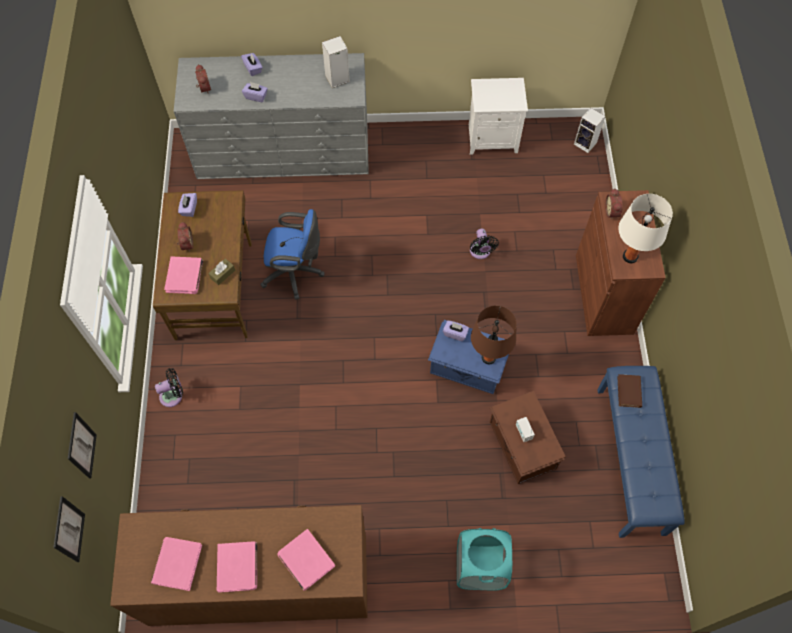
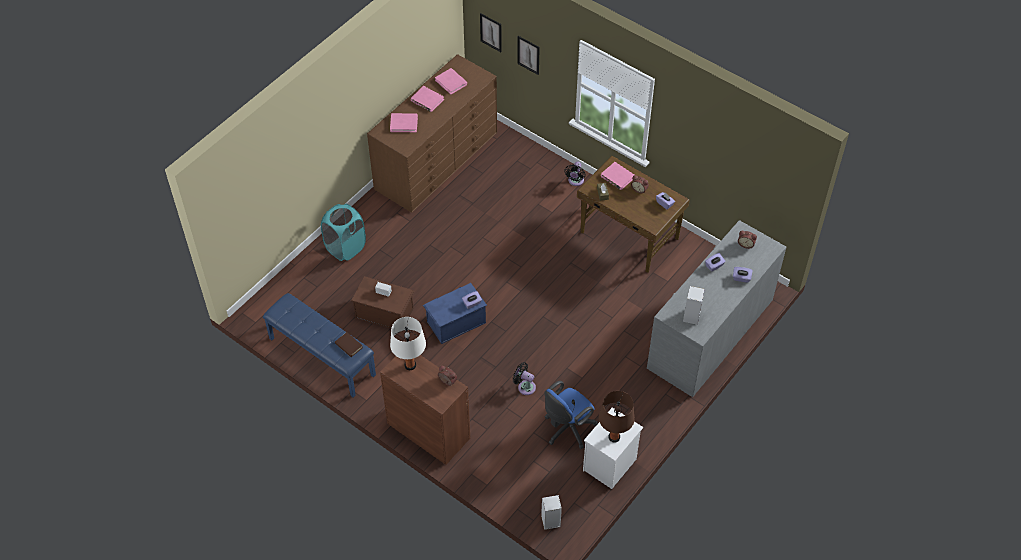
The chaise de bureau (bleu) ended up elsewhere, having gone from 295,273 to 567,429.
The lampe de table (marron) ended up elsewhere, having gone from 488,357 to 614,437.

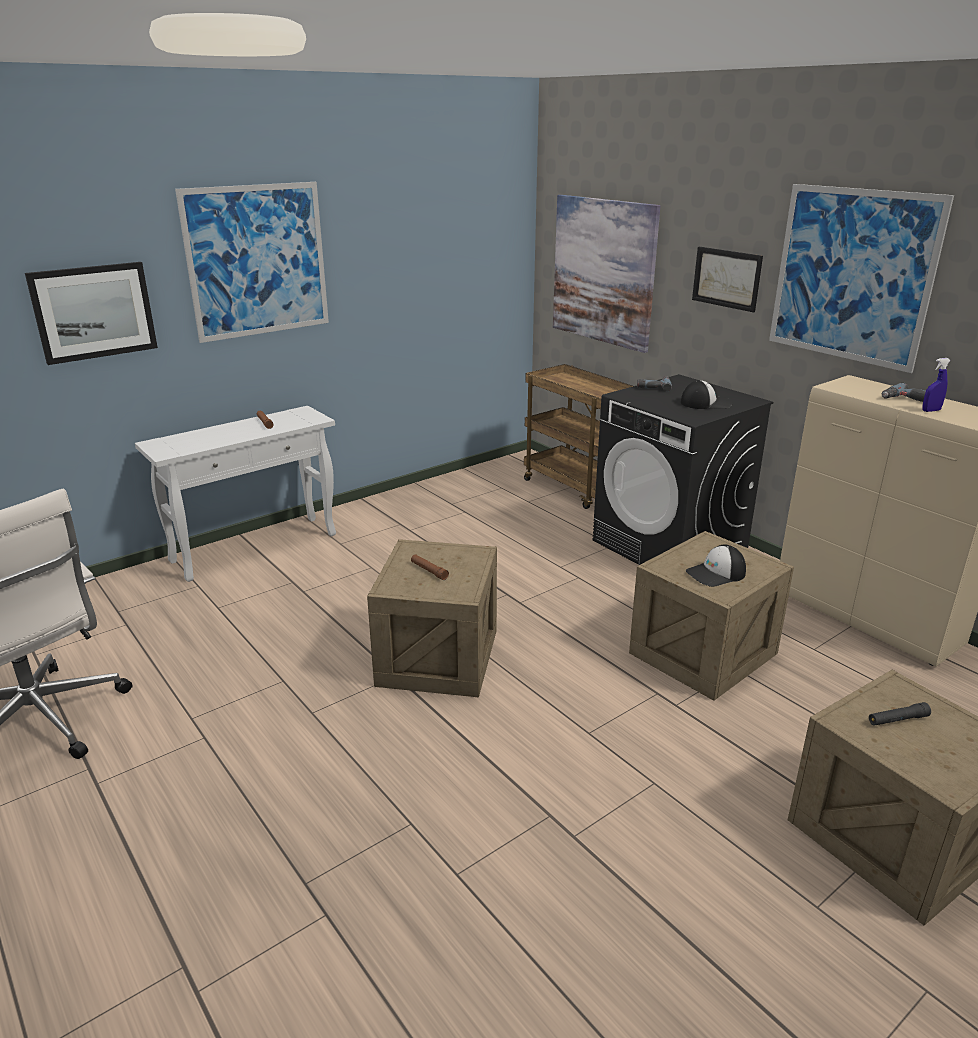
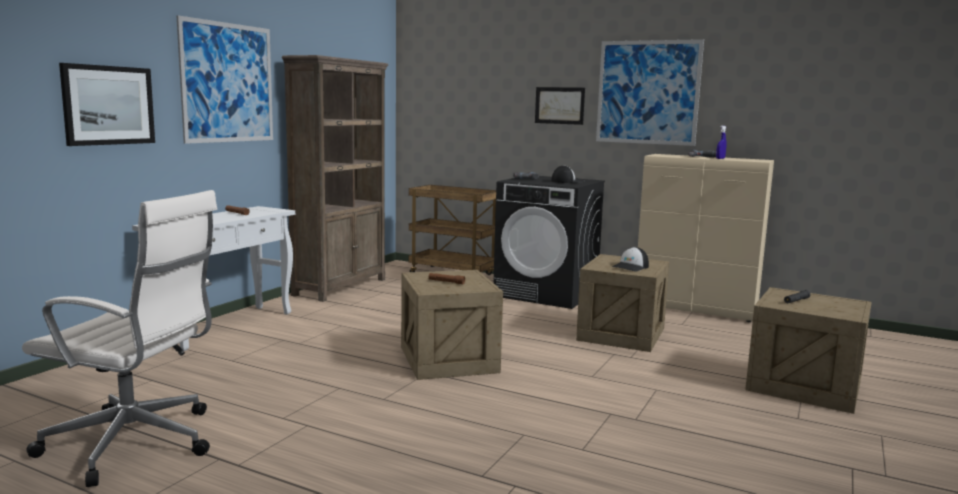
The second view lost the tableau at 603,271.
The second view gained the bibliothèque (marron) at 341,287.

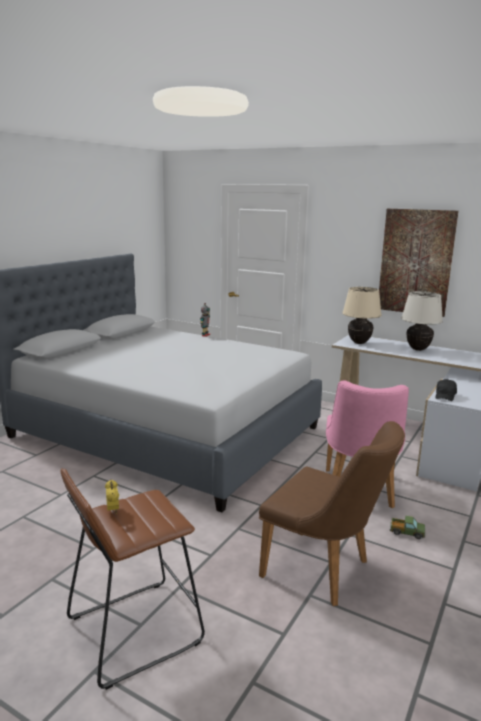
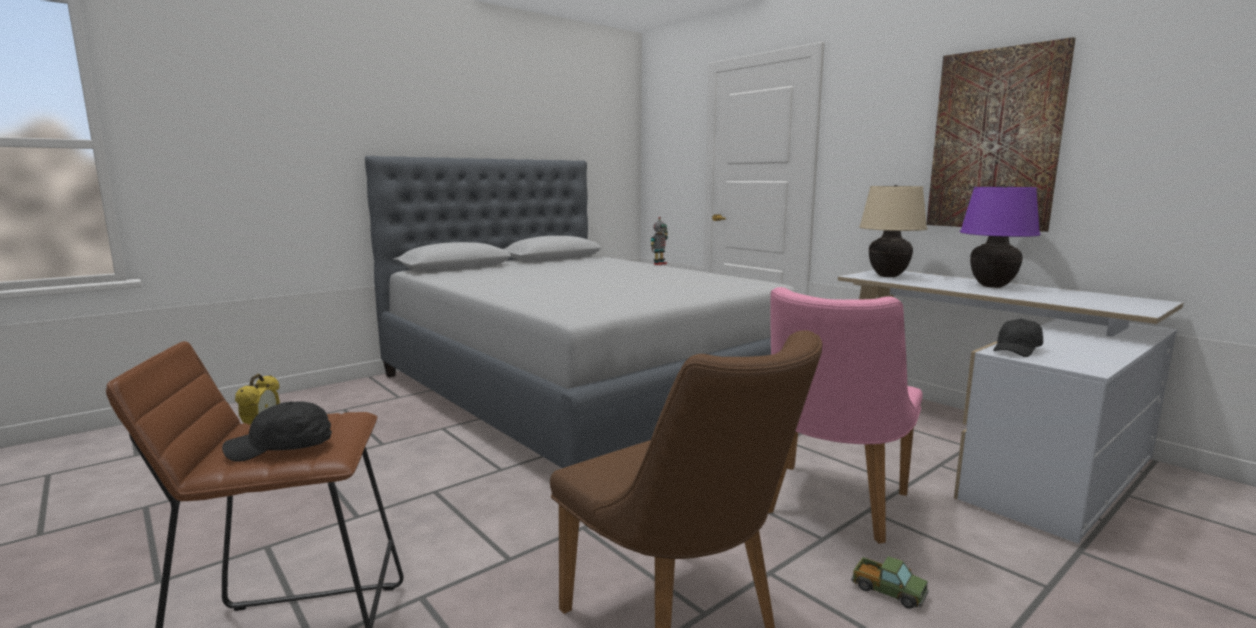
What was the lampe de table (beige) at 418,349 turned into the lampe de table (violet) at 992,286.
The second view gained the casquette (noir) at 281,449.

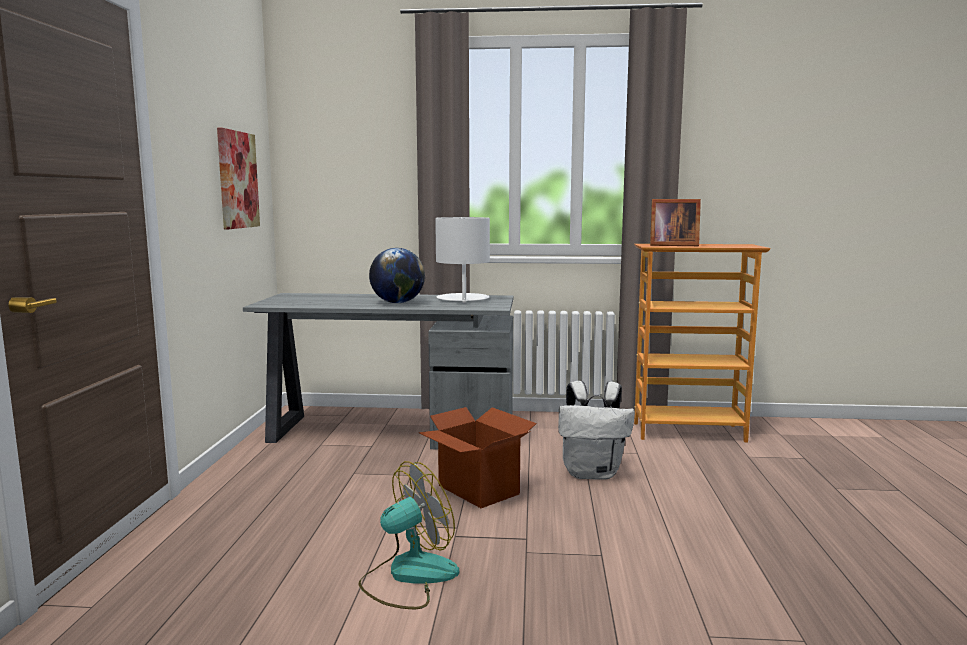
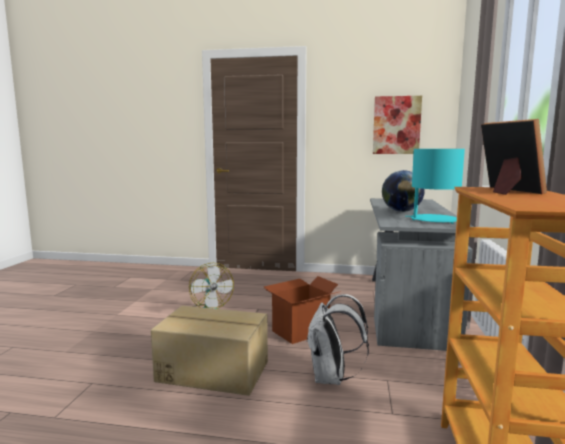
The cadre photo at 671,245 ended up facing another way, 150 degrees clockwise from before.
What was the lampe de table (blanc) at 463,299 turned into the lampe de table (turquoise) at 433,220.
The second view gained the carton at 213,371.

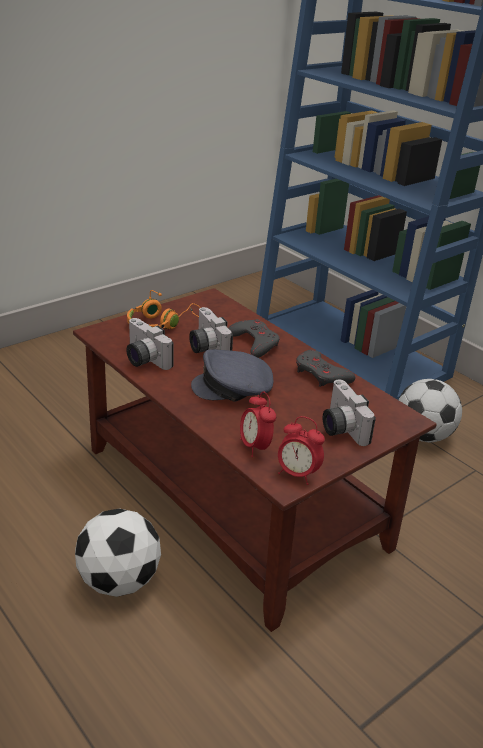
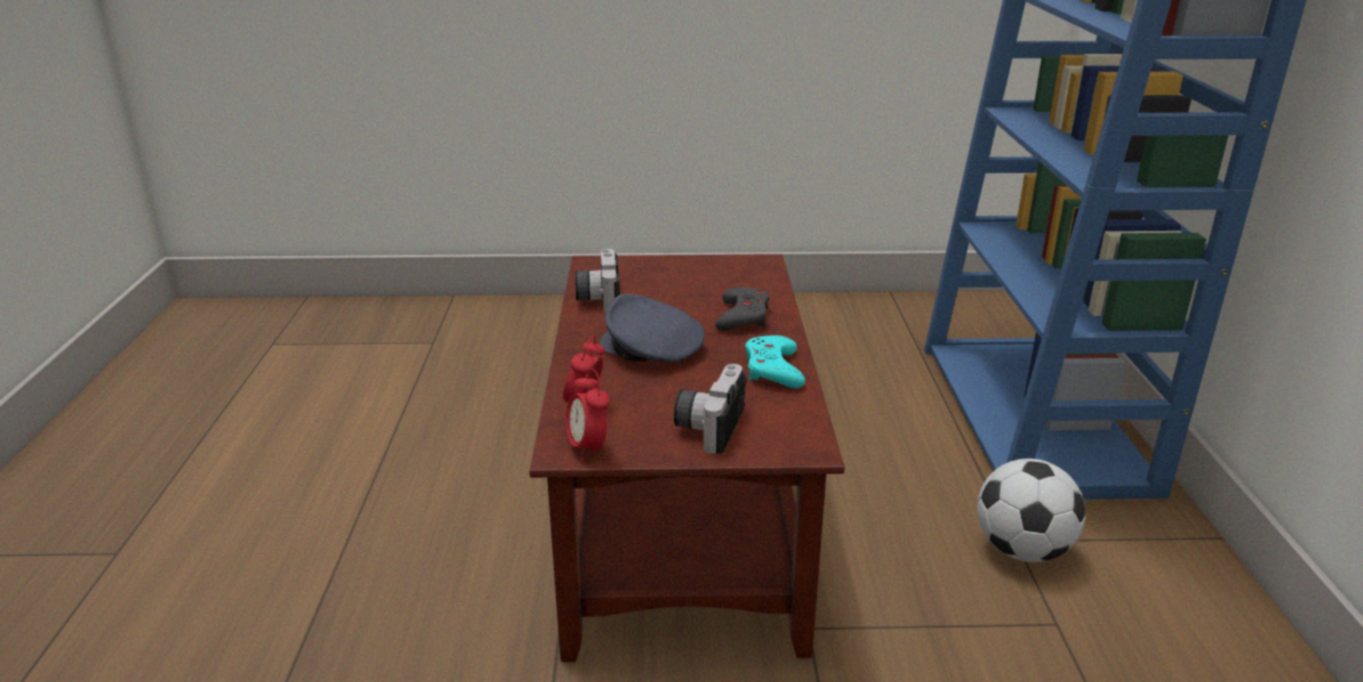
The second view lost the casque audio (orange) at 160,324.
The second view lost the appareil photo at 205,347.
What was the manette (gris) at 321,374 turned into the manette (turquoise) at 773,369.
The second view lost the ballon de foot at 119,581.

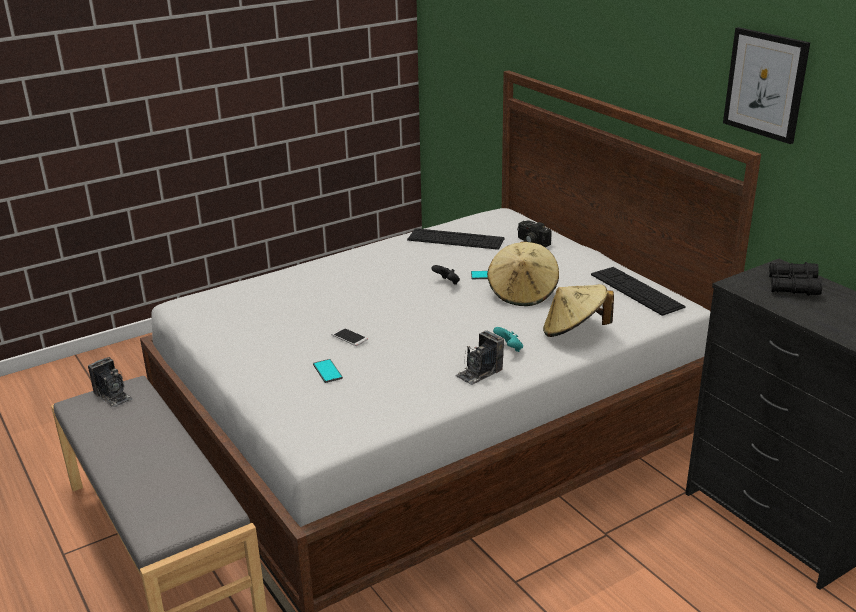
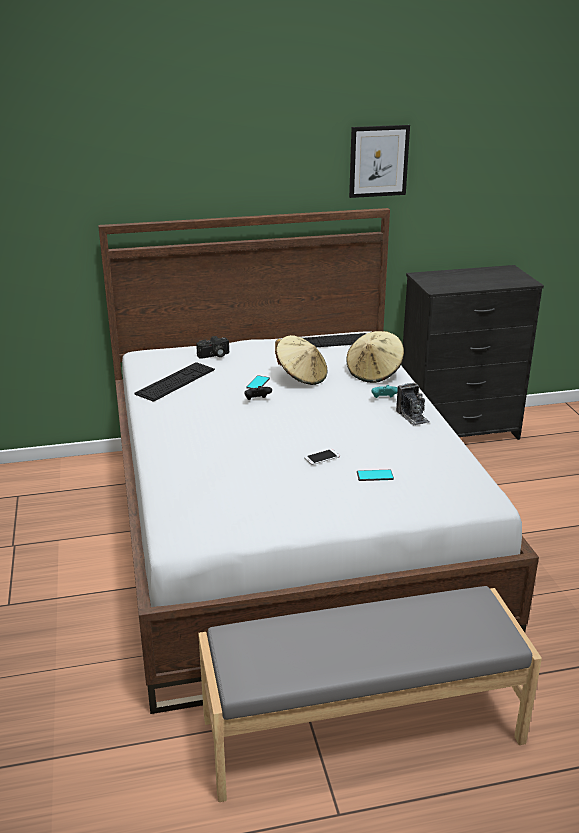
The second view lost the jumelles (noir) at 792,286.
The second view lost the appareil photo at 113,396.

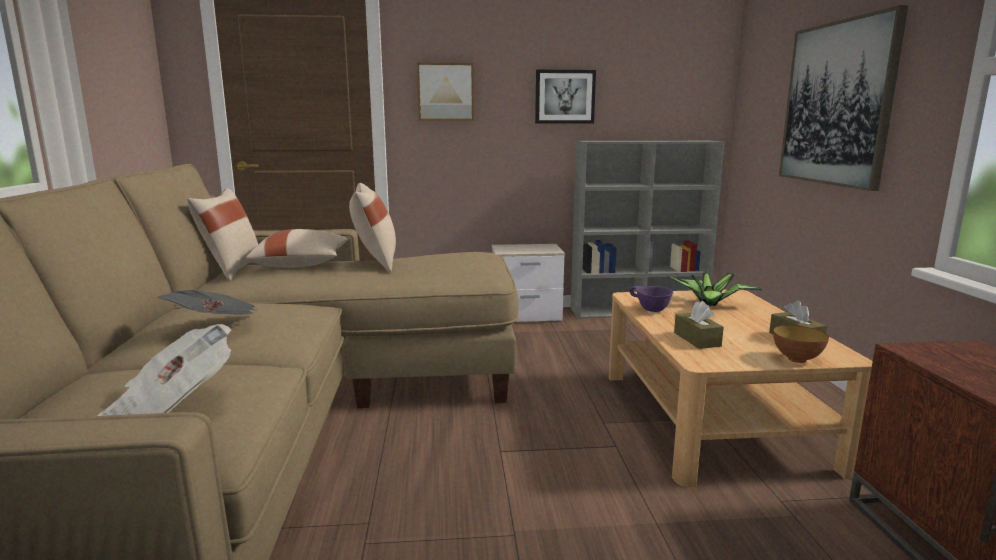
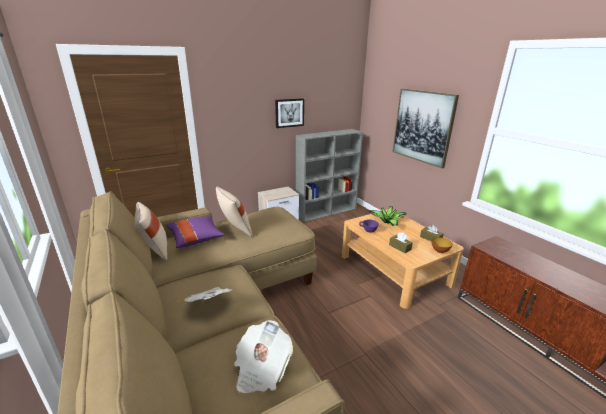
The second view lost the tableau at 445,92.
What was the coussin (beige) at 302,265 turned into the coussin (violet) at 196,239.

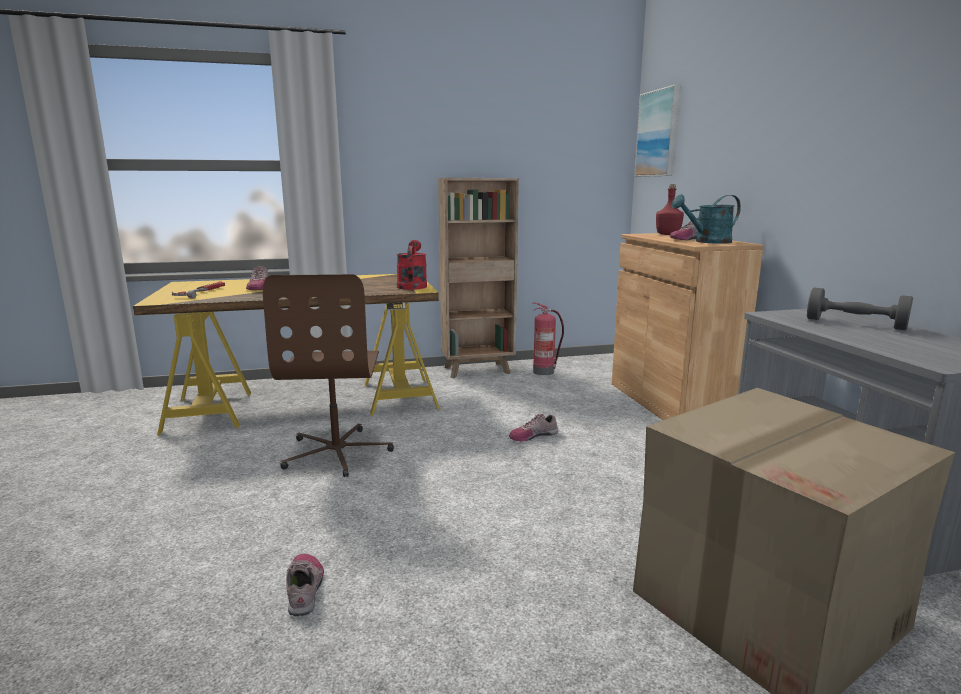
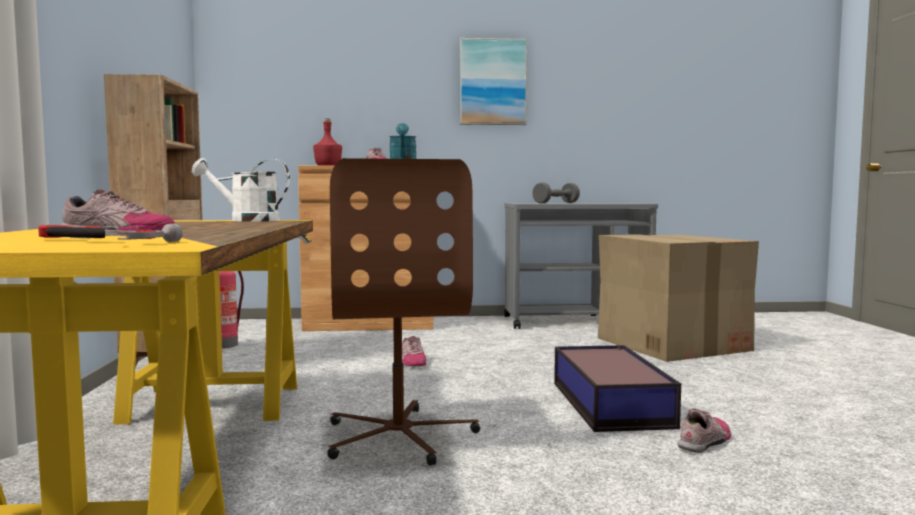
The tableau ended up elsewhere, having gone from 658,133 to 493,82.
What was the arrosoir (rouge) at 412,285 turned into the arrosoir (blanc) at 246,220.
The chaise de bureau (marron) at 337,452 ended up facing another way, 75 degrees clockwise from before.
The chaussure at 305,588 ended up facing another way, 135 degrees clockwise from before.
The second view gained the boîte de rangement at 610,403.

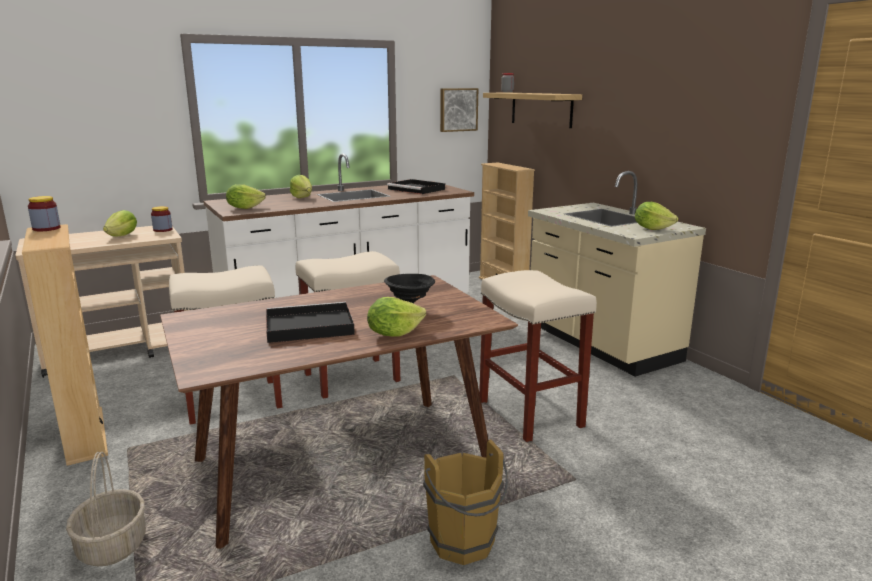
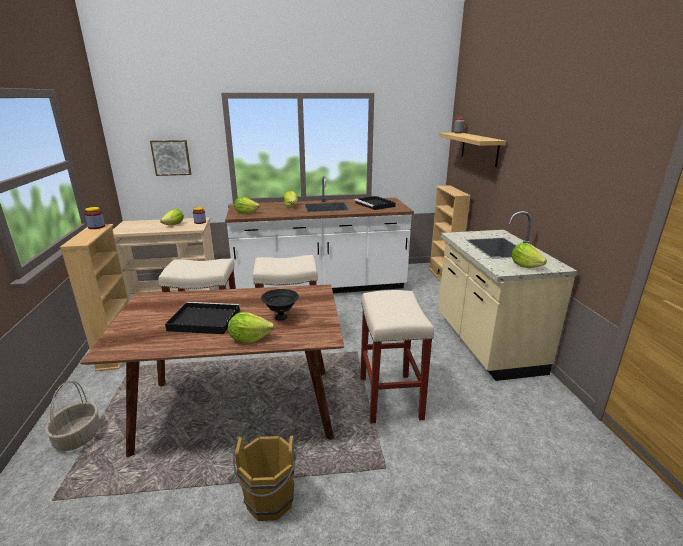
The tableau ended up elsewhere, having gone from 458,109 to 171,157.

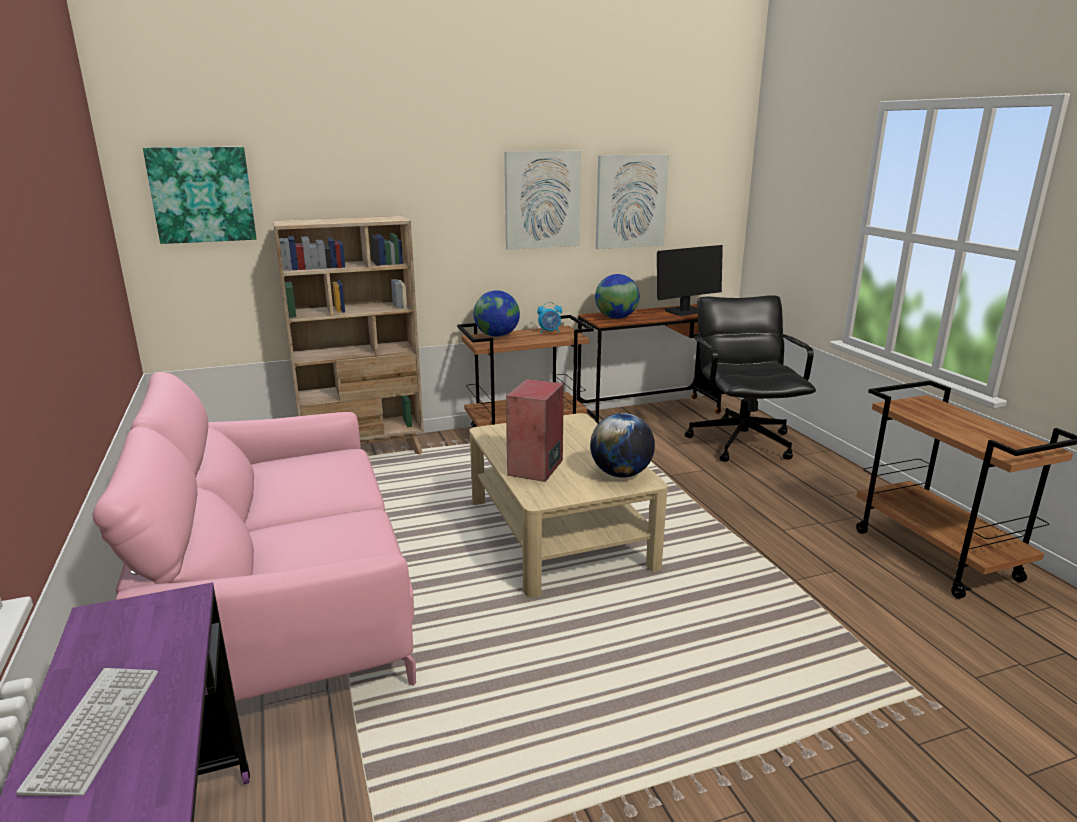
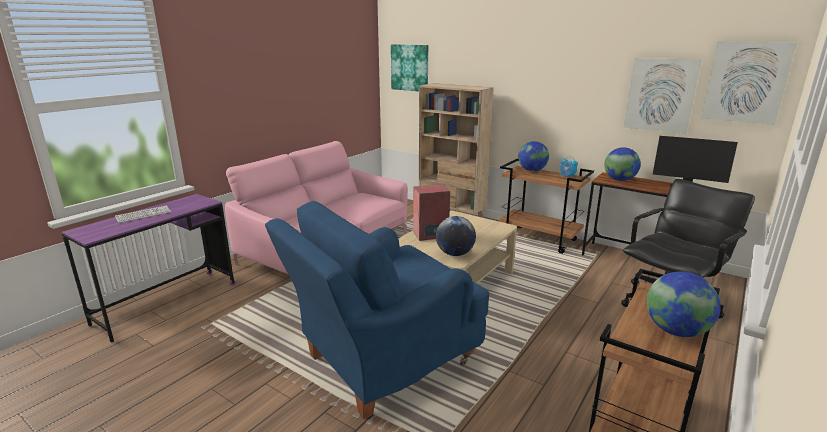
The tableau ended up elsewhere, having gone from 542,200 to 746,82.
The second view gained the fauteuil (bleu) at 383,363.
The second view gained the globe at 675,331.

